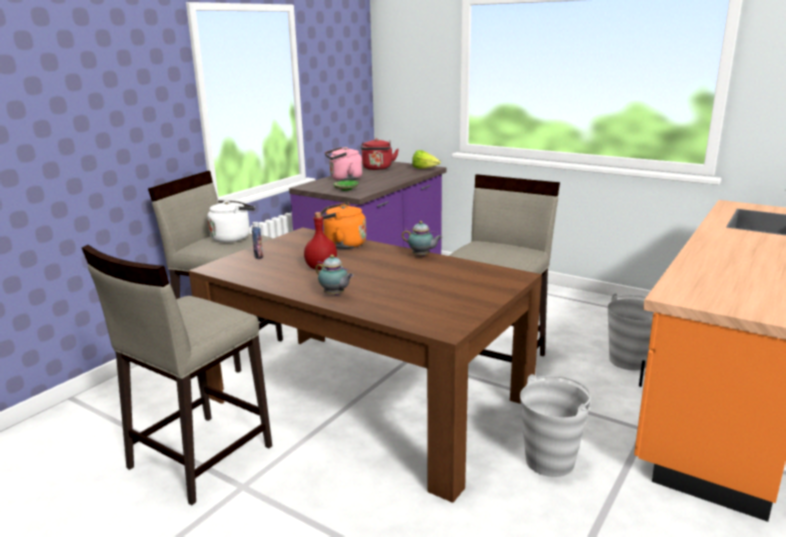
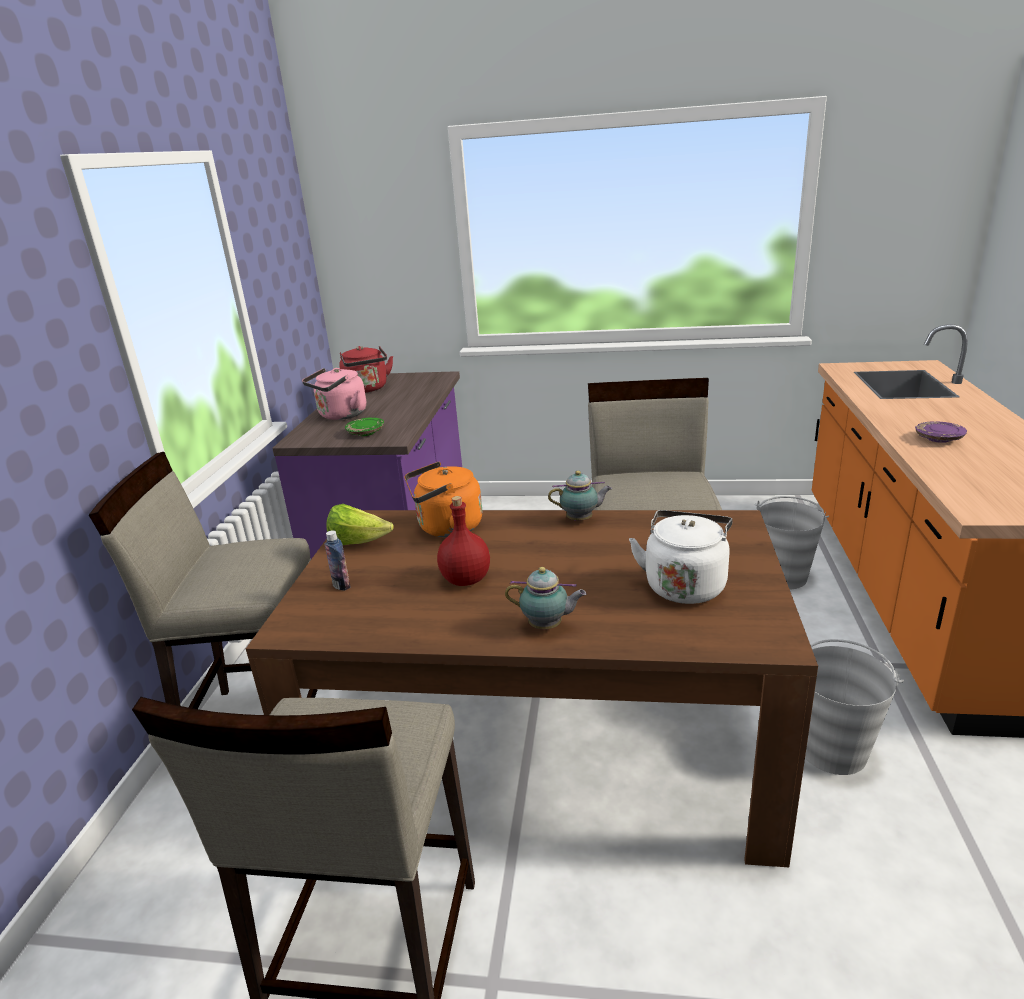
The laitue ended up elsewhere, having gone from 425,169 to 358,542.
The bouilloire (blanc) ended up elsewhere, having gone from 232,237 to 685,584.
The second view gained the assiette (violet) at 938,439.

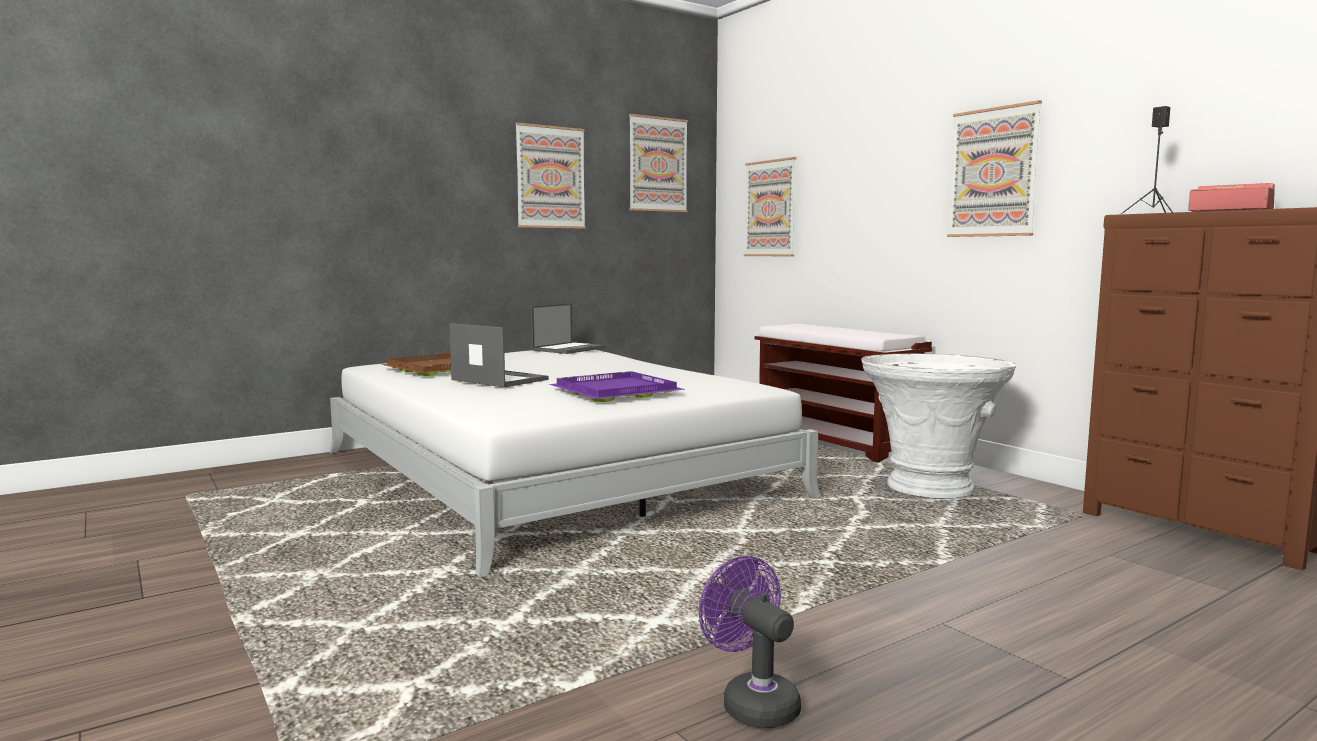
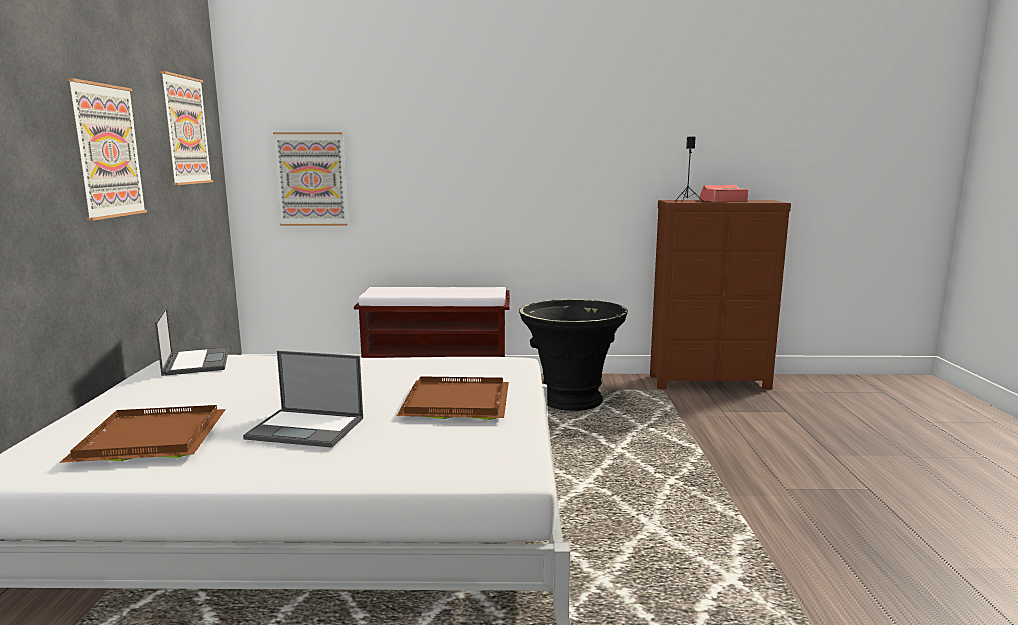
The second view lost the tableau at 993,172.
The ordinateur portable at 498,380 ended up facing another way, 150 degrees counterclockwise from before.
What was the cache-pot (blanc) at 930,487 turned into the cache-pot (noir) at 571,400.
What was the plateau (violet) at 615,392 turned into the plateau (marron) at 458,403.
The second view lost the ventilateur (violet) at 752,702.

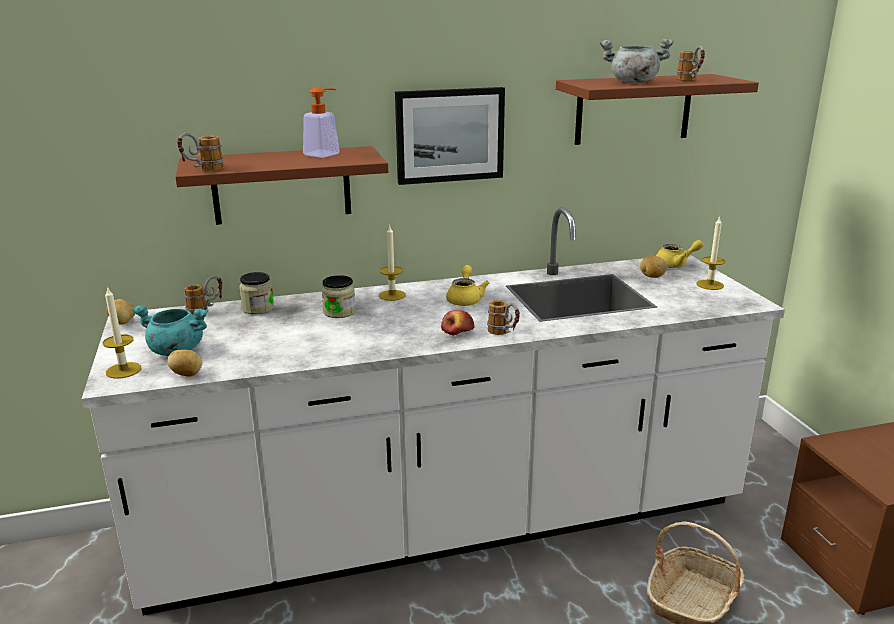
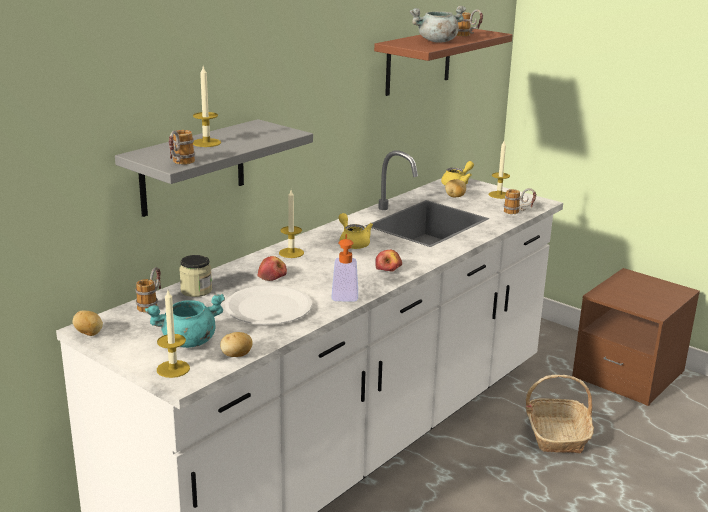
The distributeur de savon ended up elsewhere, having gone from 326,154 to 345,294.
The second view lost the tableau at 449,135.
What was the étagère (marron) at 281,185 turned into the étagère (gris) at 193,168.
Where the bocal stood at 339,312, the pomme came to stand at 272,276.
The mug ended up elsewhere, having gone from 504,334 to 518,212.
The second view gained the bougie at 206,143.
The second view gained the assiette (blanc) at 268,307.

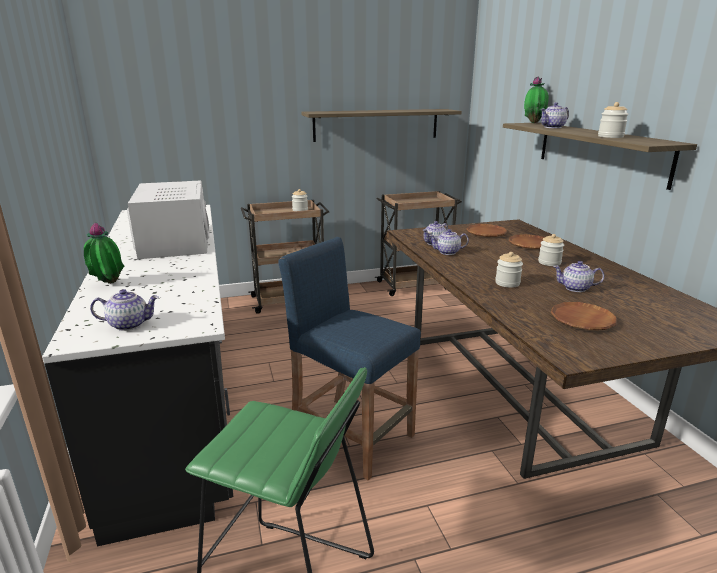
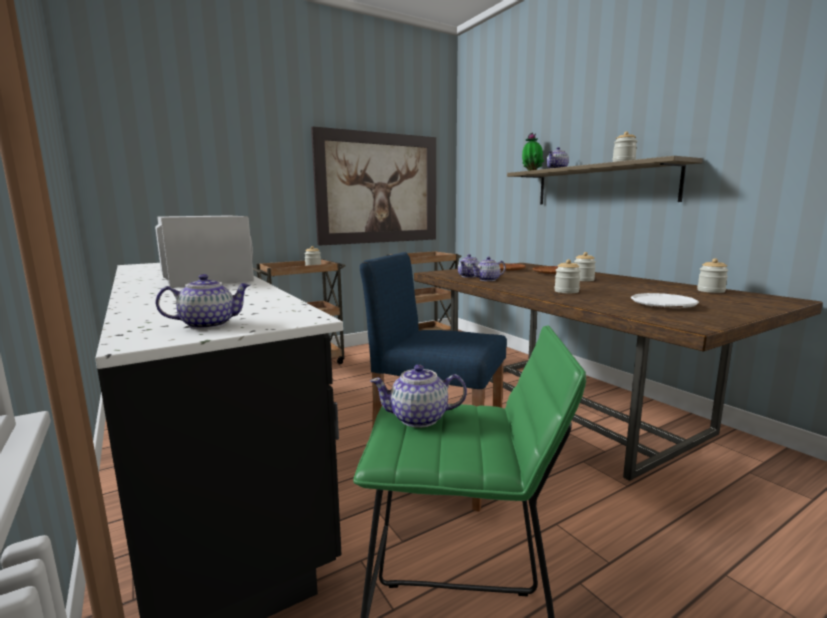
Where the étagère hung at 376,125, the tableau came to hang at 378,188.
The second view lost the plante en pot at 108,284.
The théière ended up elsewhere, having gone from 576,288 to 419,418.
What was the assiette (marron) at 582,320 turned into the assiette (blanc) at 663,305.
The second view gained the bocal at 710,291.

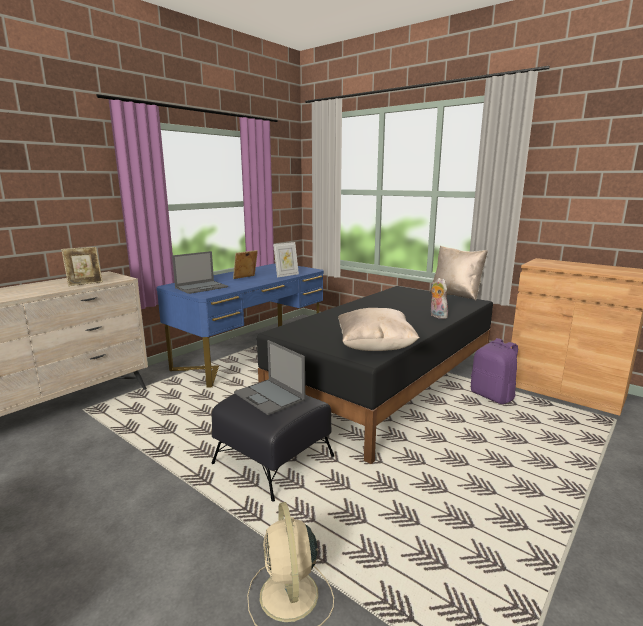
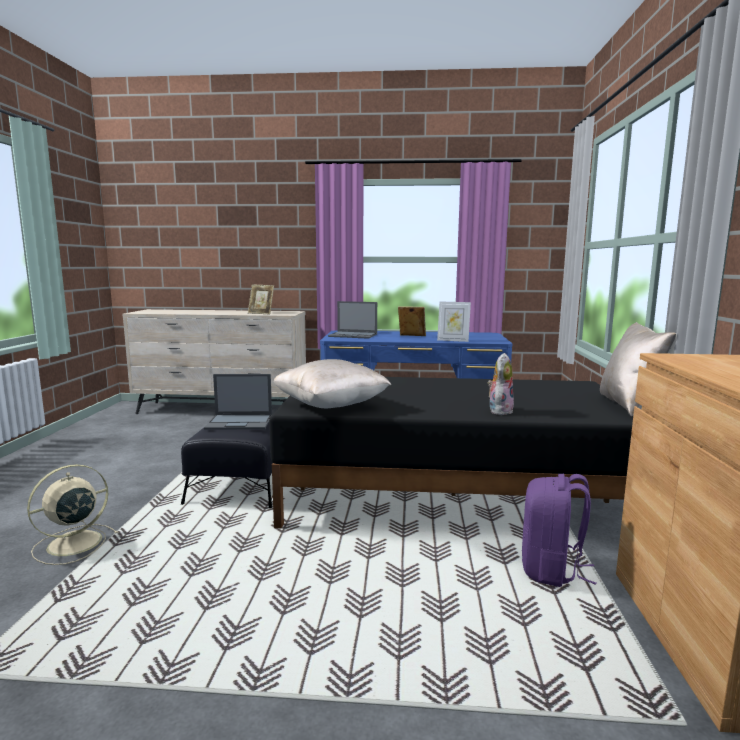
The ordinateur portable at 270,396 ended up facing another way, 105 degrees counterclockwise from before.

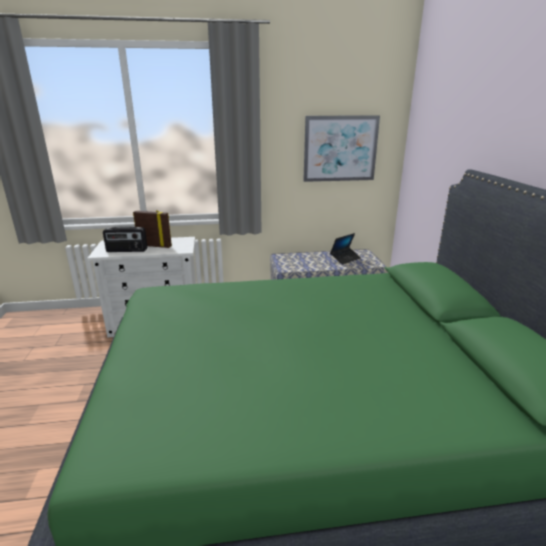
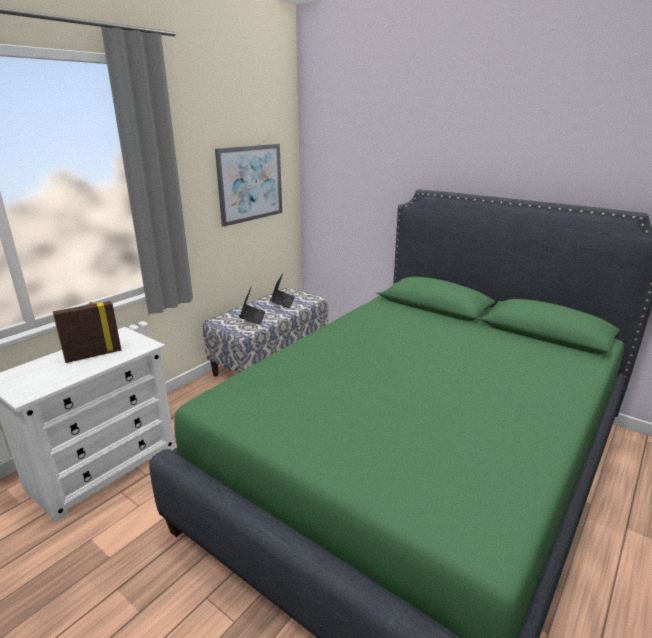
The second view lost the radio at 127,250.
The second view gained the ordinateur portable at 252,318.

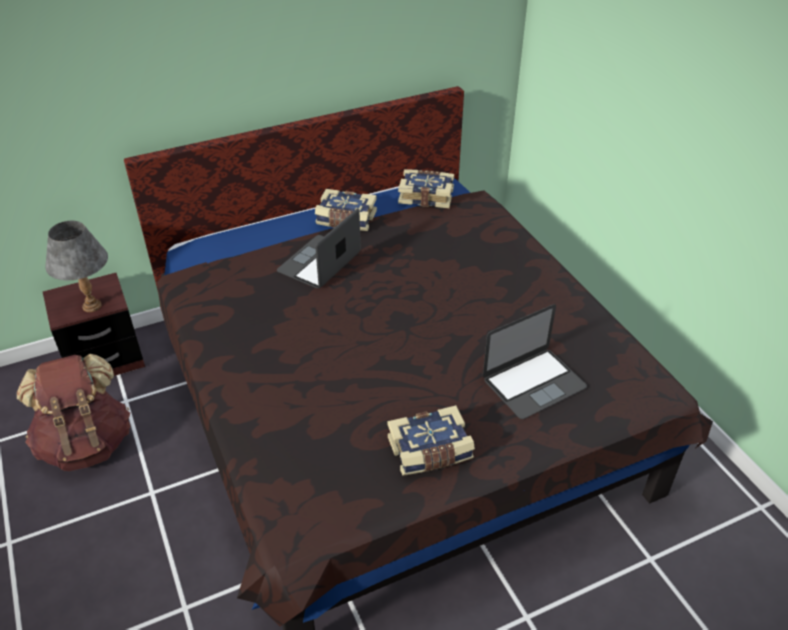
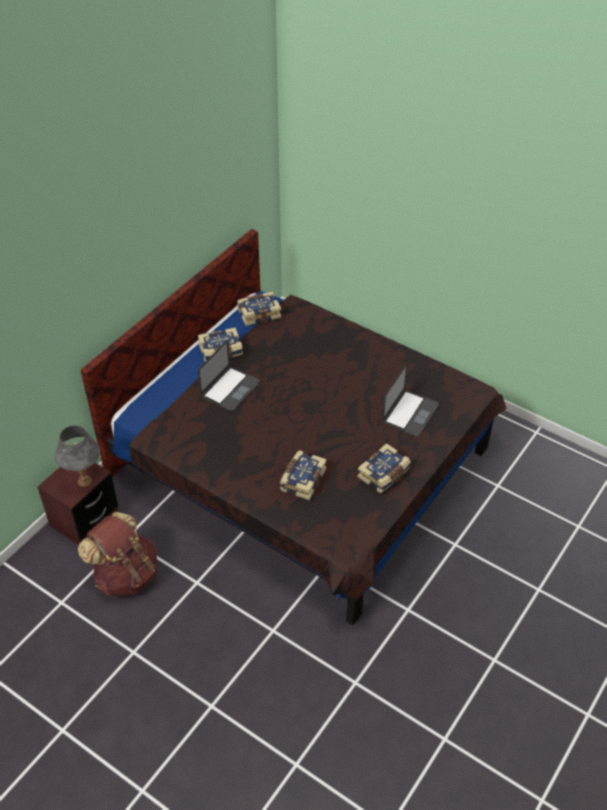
The ordinateur portable at 319,262 ended up facing another way, 150 degrees counterclockwise from before.
The second view gained the livre at 302,480.

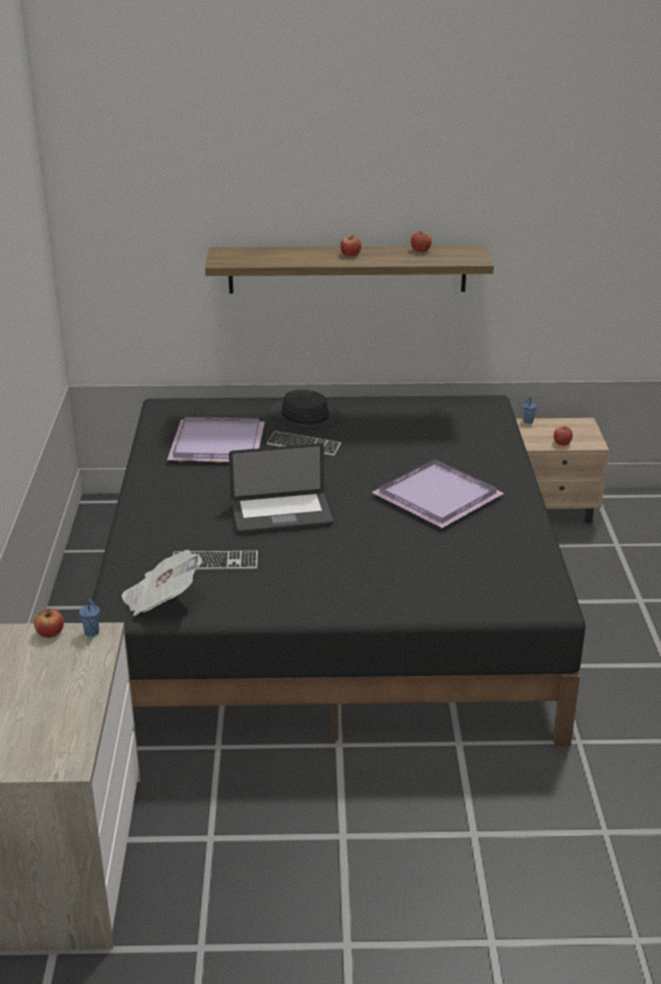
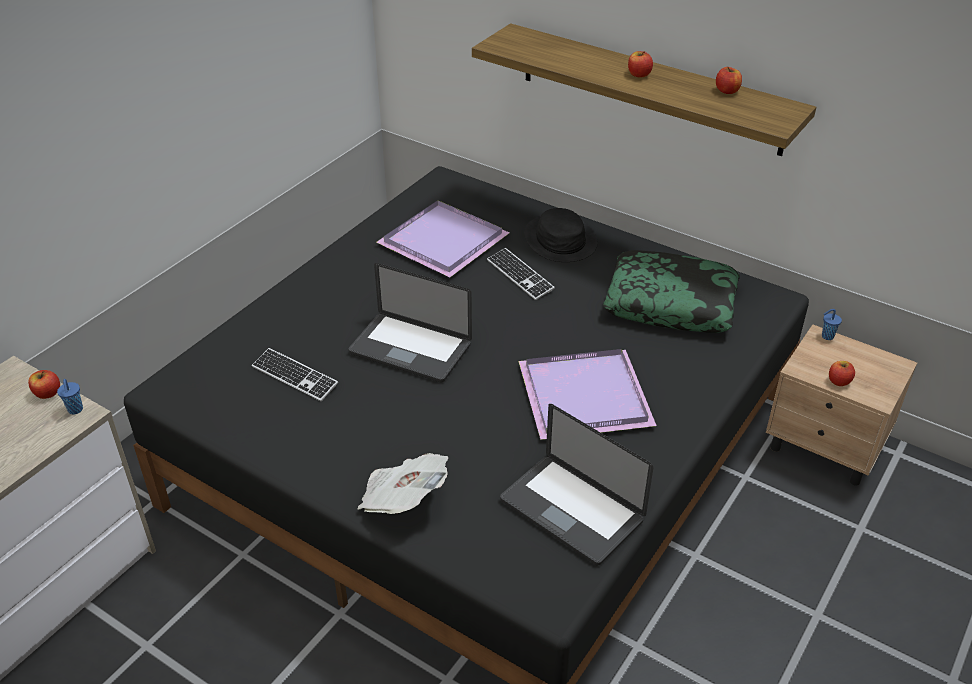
The journal ended up elsewhere, having gone from 161,600 to 403,499.
The second view gained the coussin at 671,303.
The second view gained the ordinateur portable at 571,510.

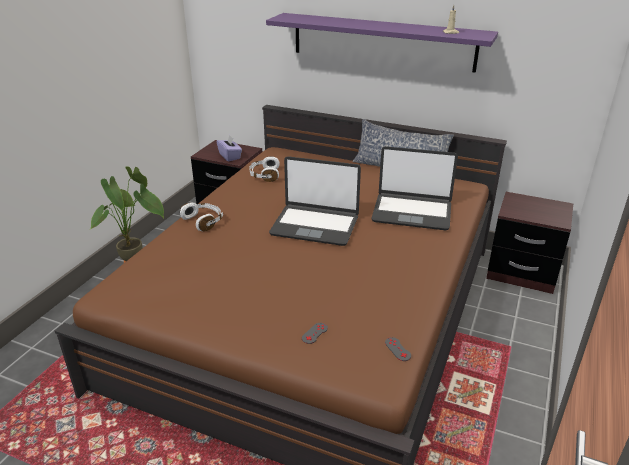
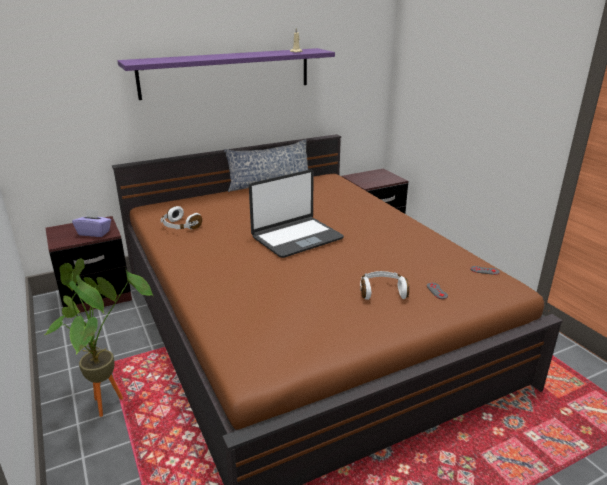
The second view lost the ordinateur portable at 412,212.
The casque audio (blanc) ended up elsewhere, having gone from 204,221 to 382,292.

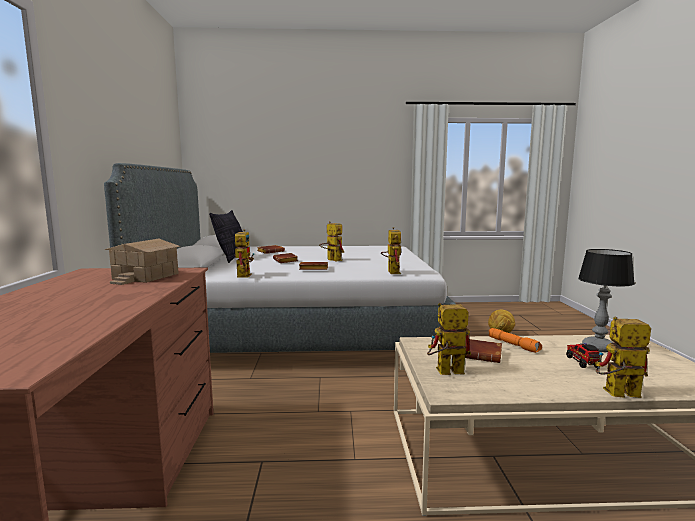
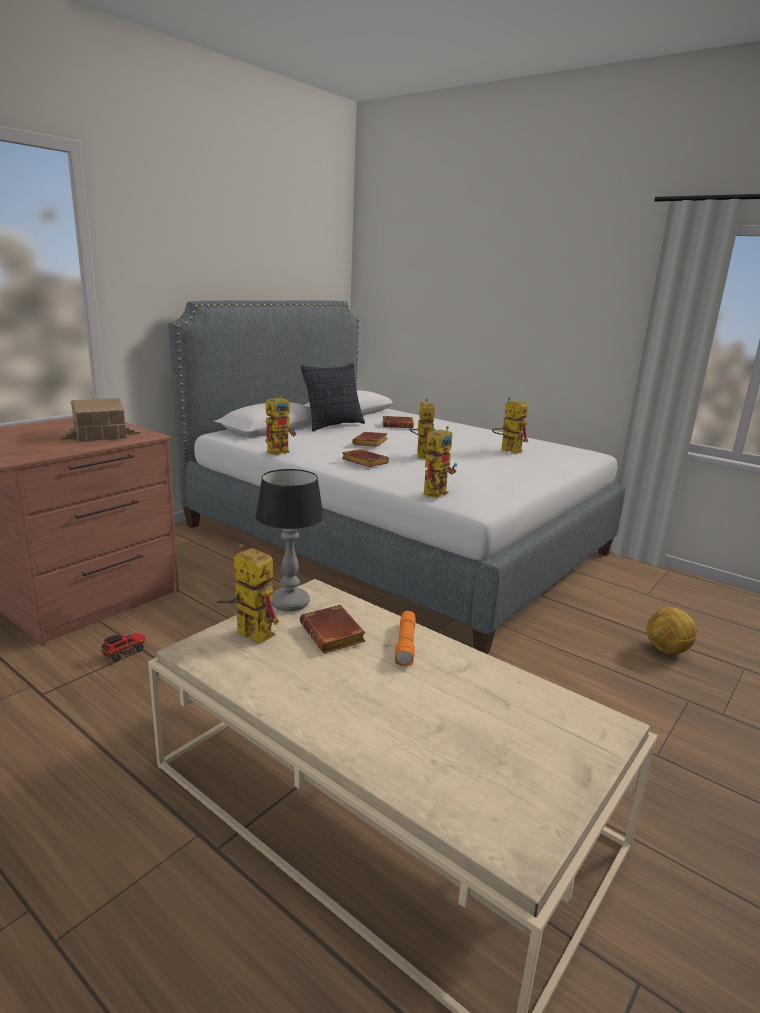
The lampe de table ended up elsewhere, having gone from 597,347 to 290,603.
The robot jouet ended up elsewhere, having gone from 616,394 to 506,450.
The camion jouet ended up elsewhere, having gone from 582,362 to 125,652.

